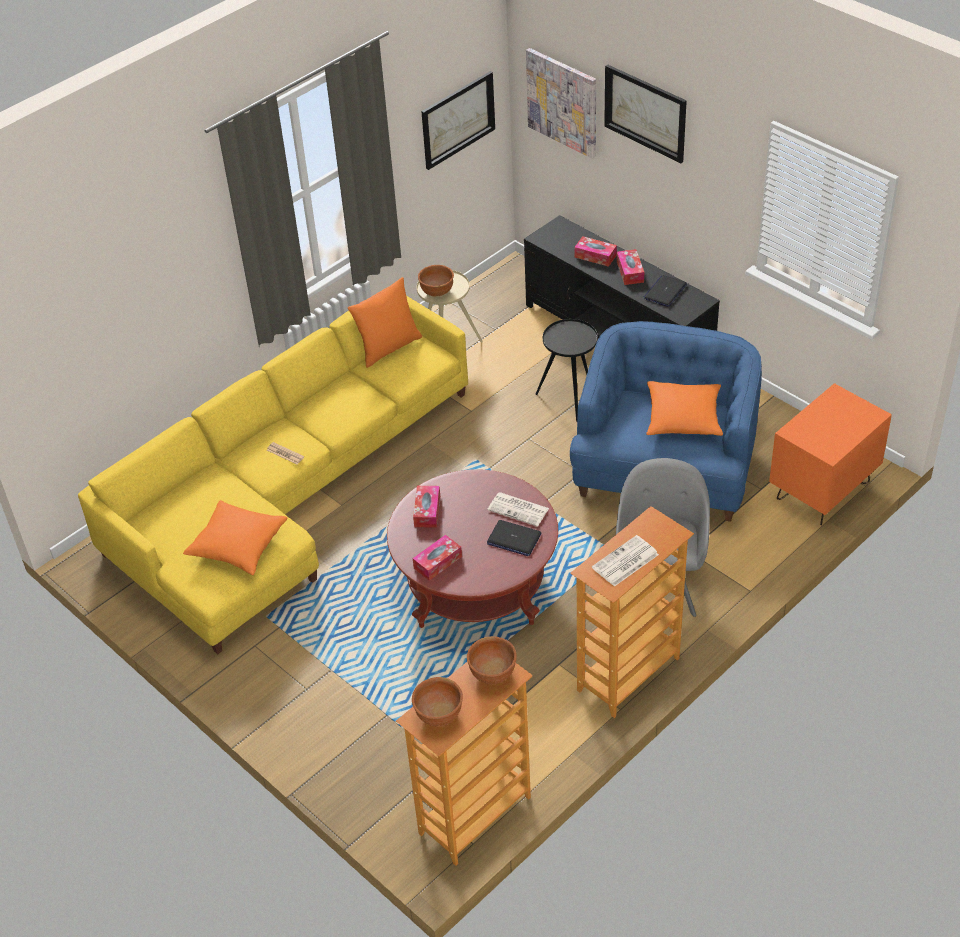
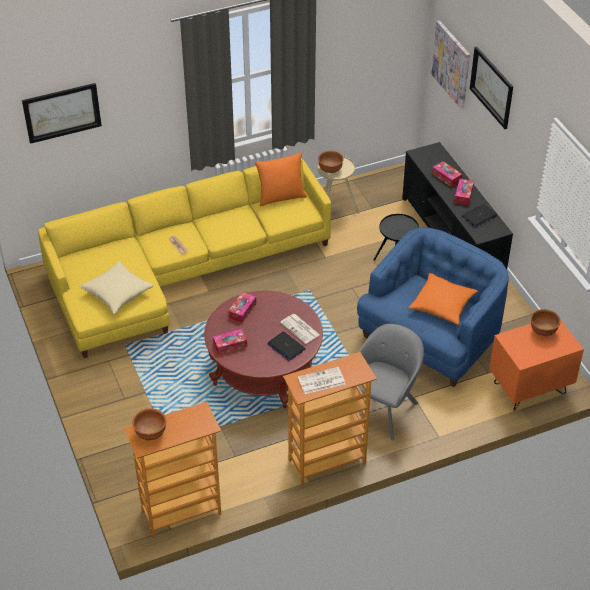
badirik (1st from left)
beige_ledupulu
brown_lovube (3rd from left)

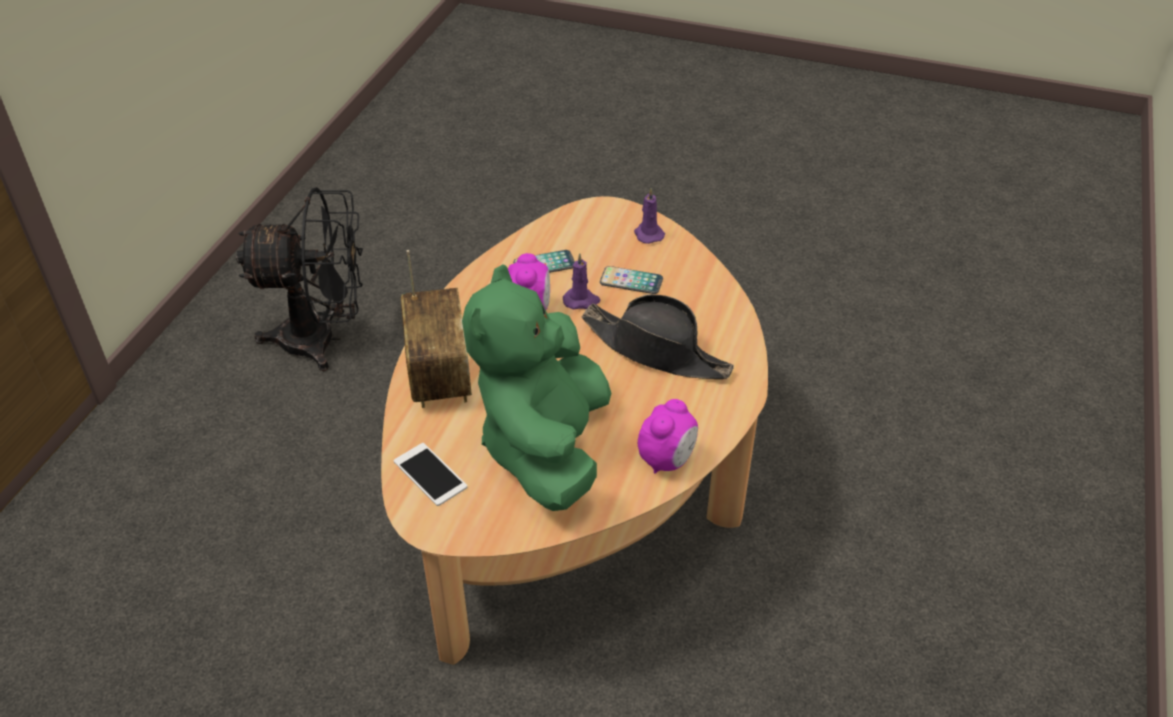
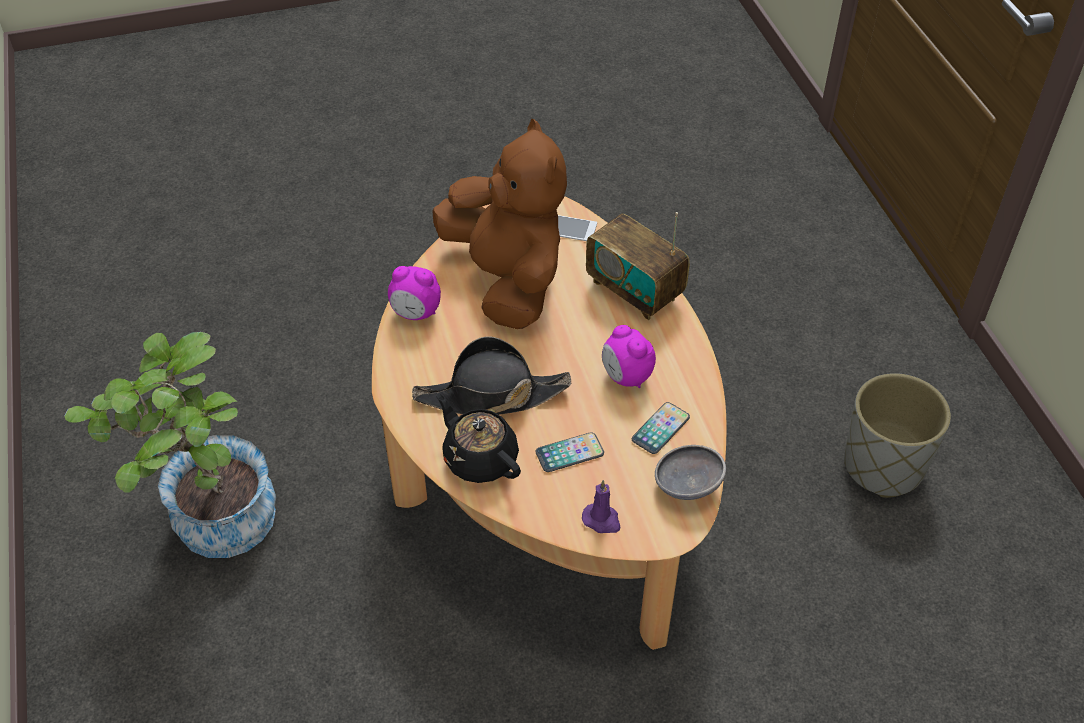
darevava
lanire (1st from left)
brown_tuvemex
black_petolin
grey_lovube
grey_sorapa
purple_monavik (1st from left in the first image)

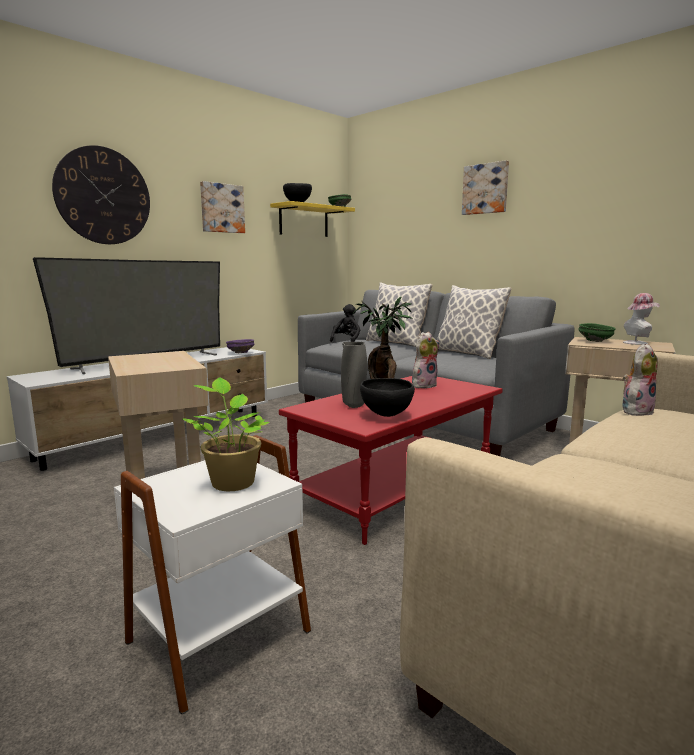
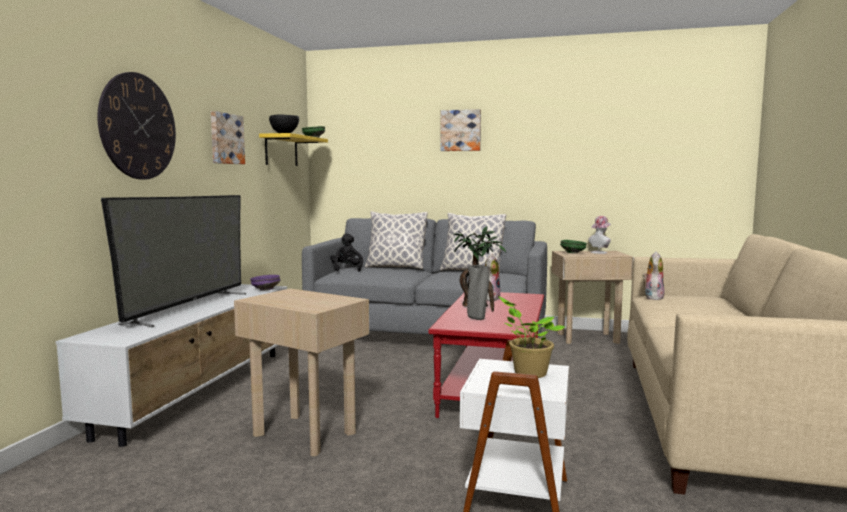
black_lovube (2nd from left in the first image)

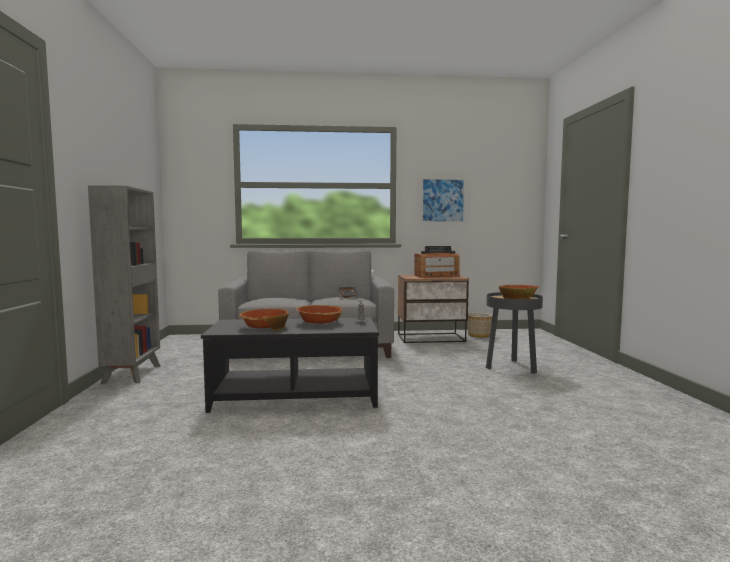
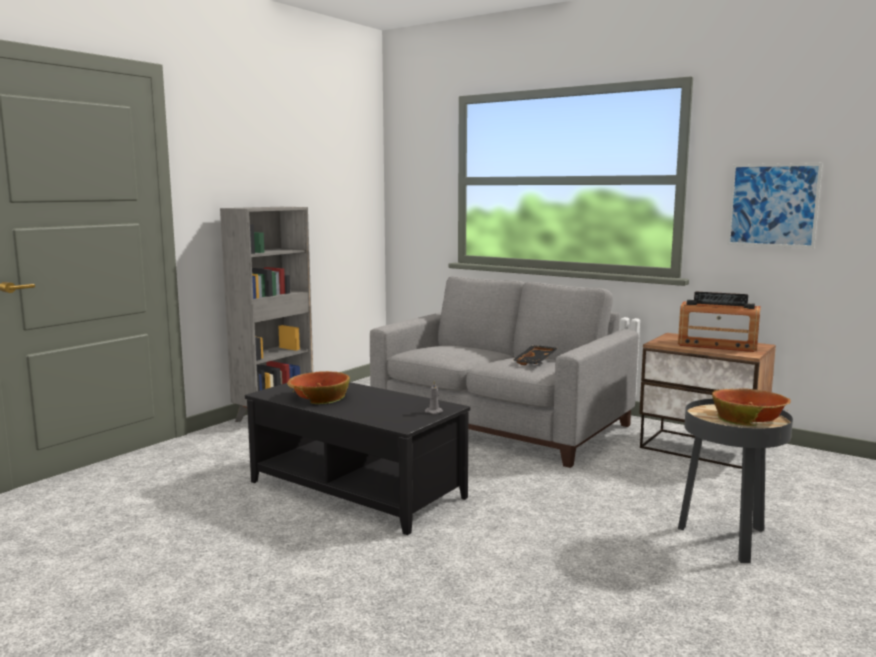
lovube (2nd from left in the first image)
sorapa

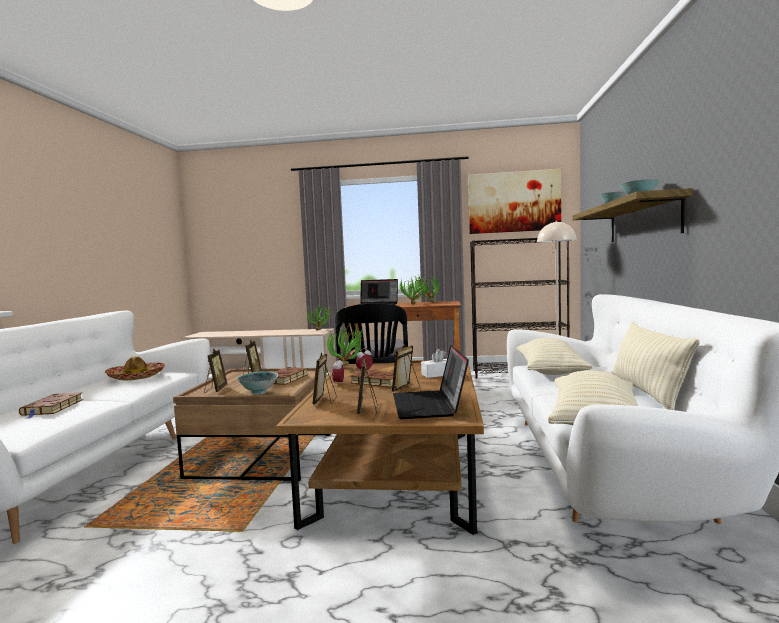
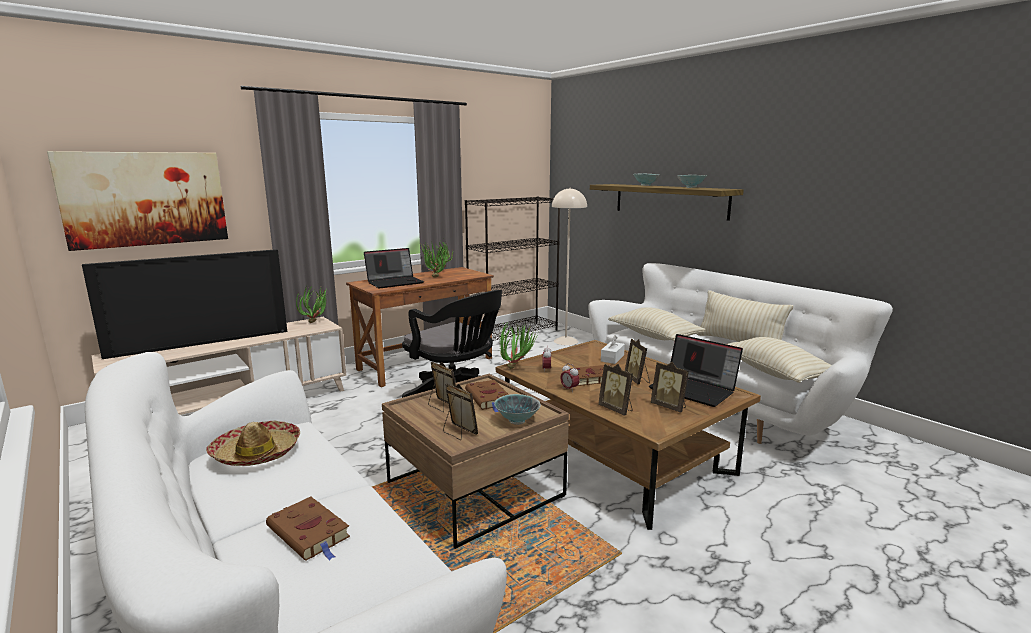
badirik
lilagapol

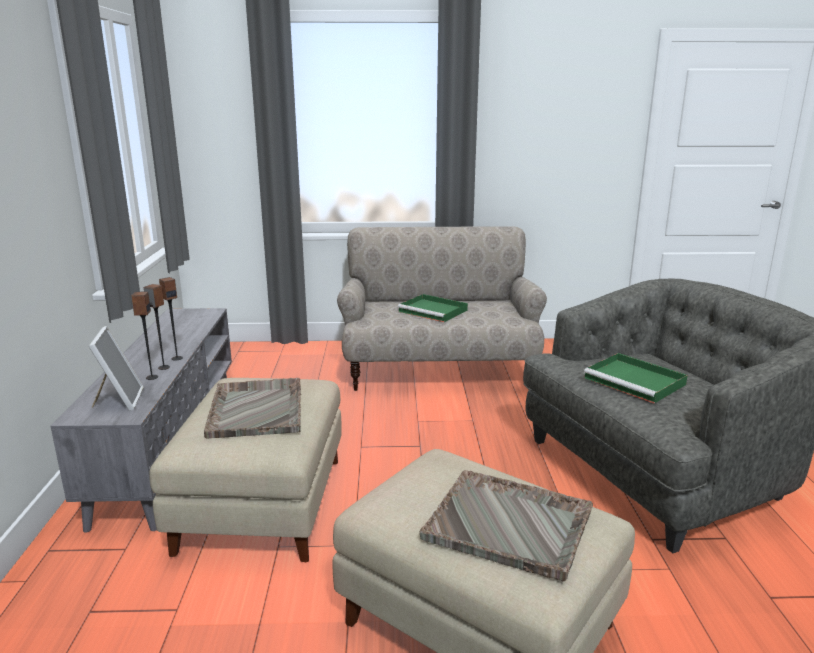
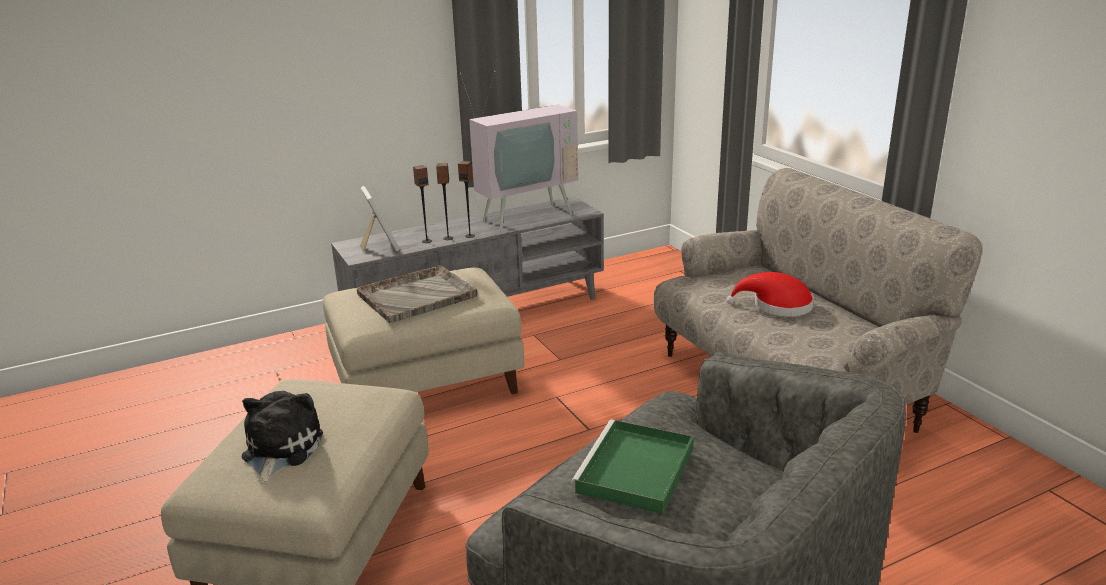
tuvemex
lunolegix
lilagapol
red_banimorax

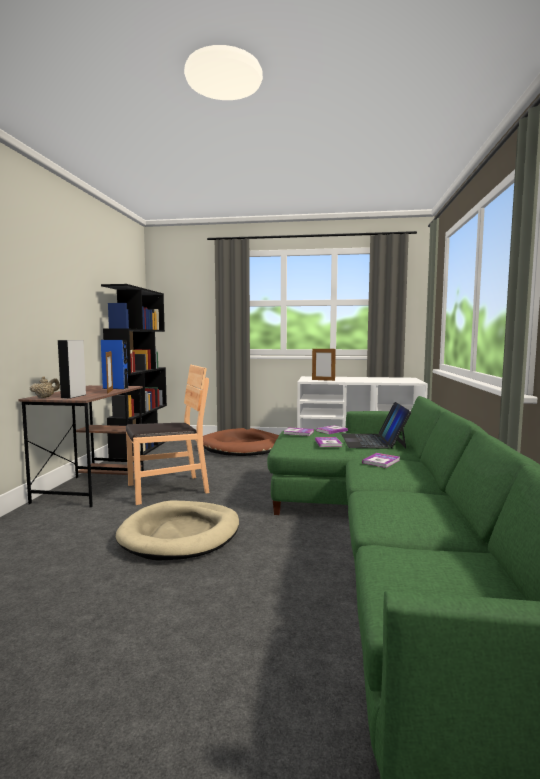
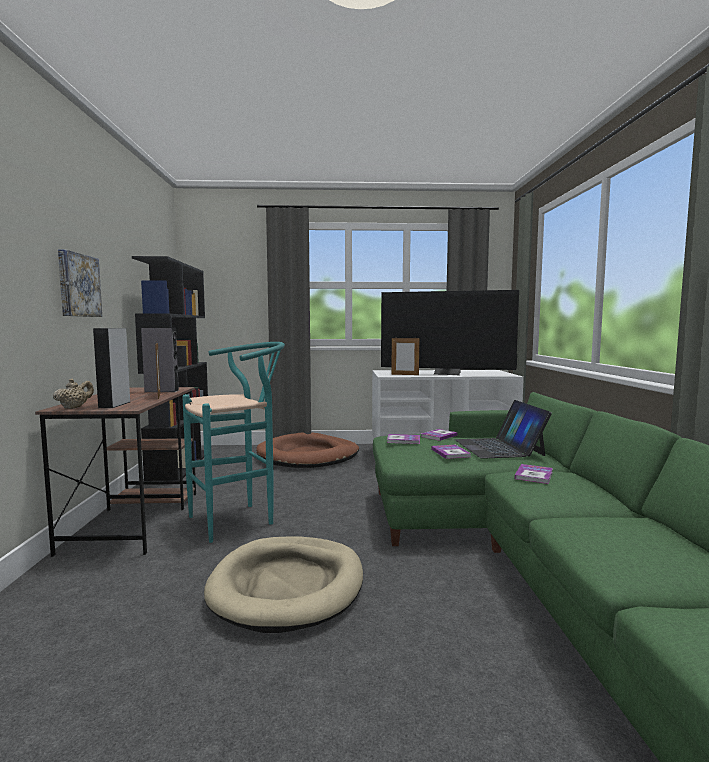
badirik
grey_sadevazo (2nd from left)
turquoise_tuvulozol
lilagapol

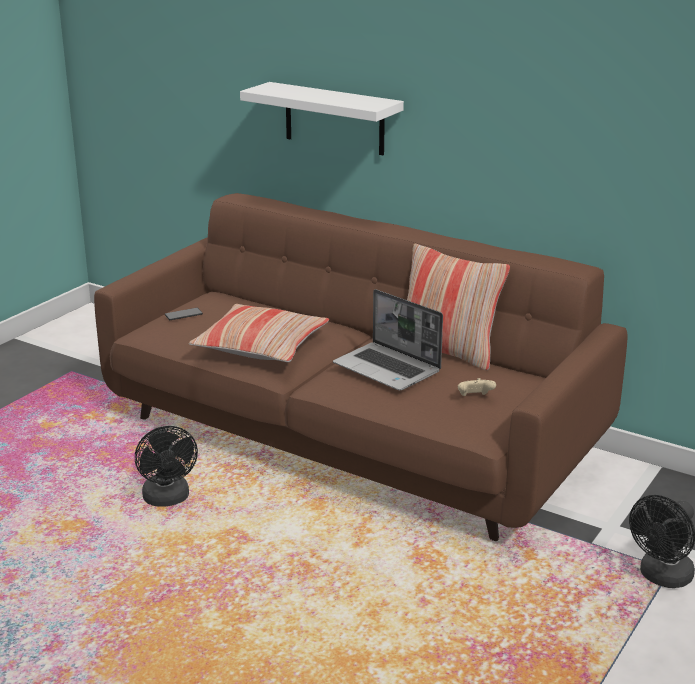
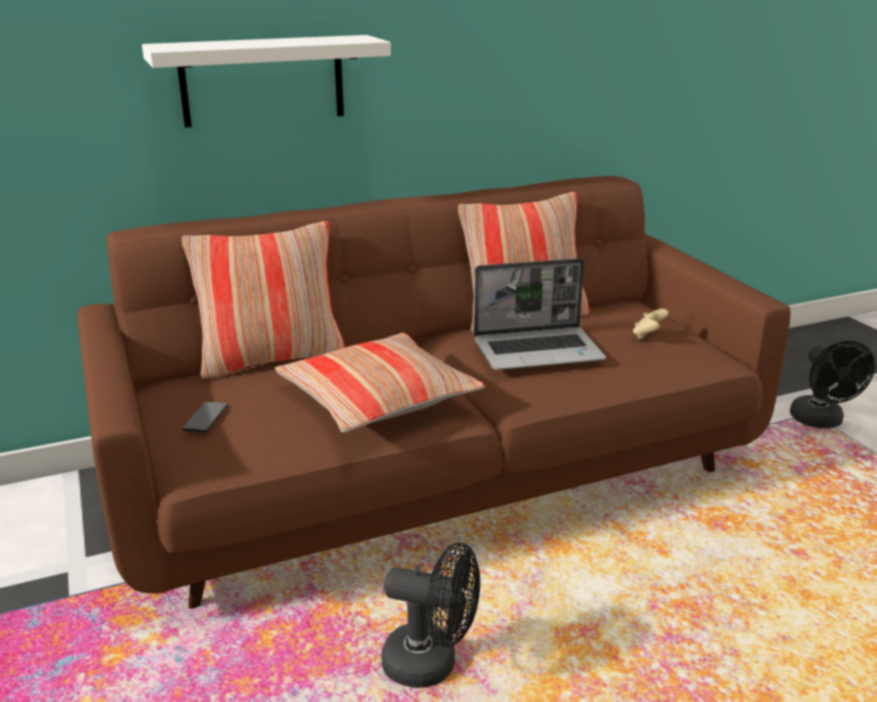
ledupulu (1st from left)

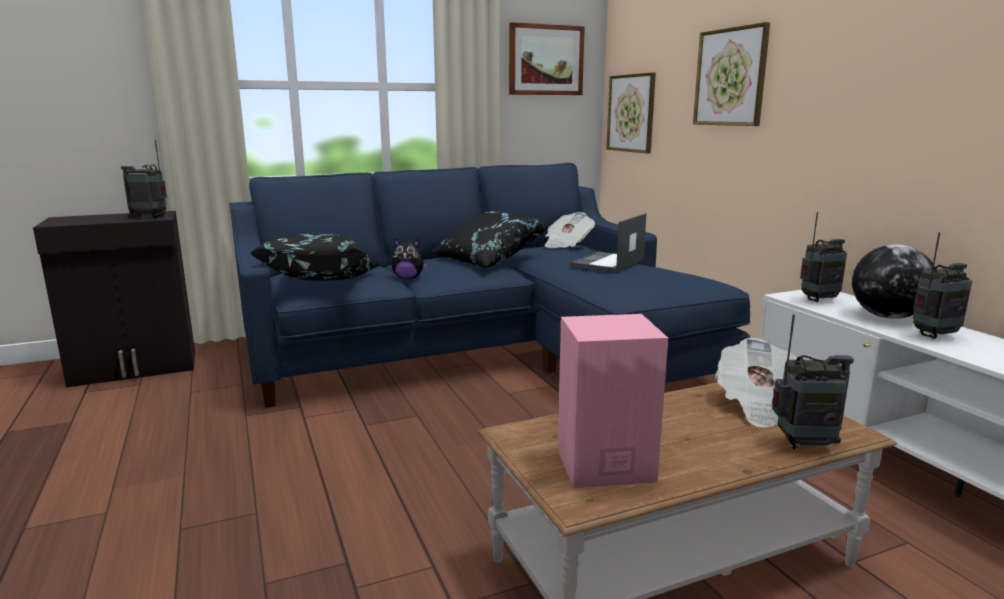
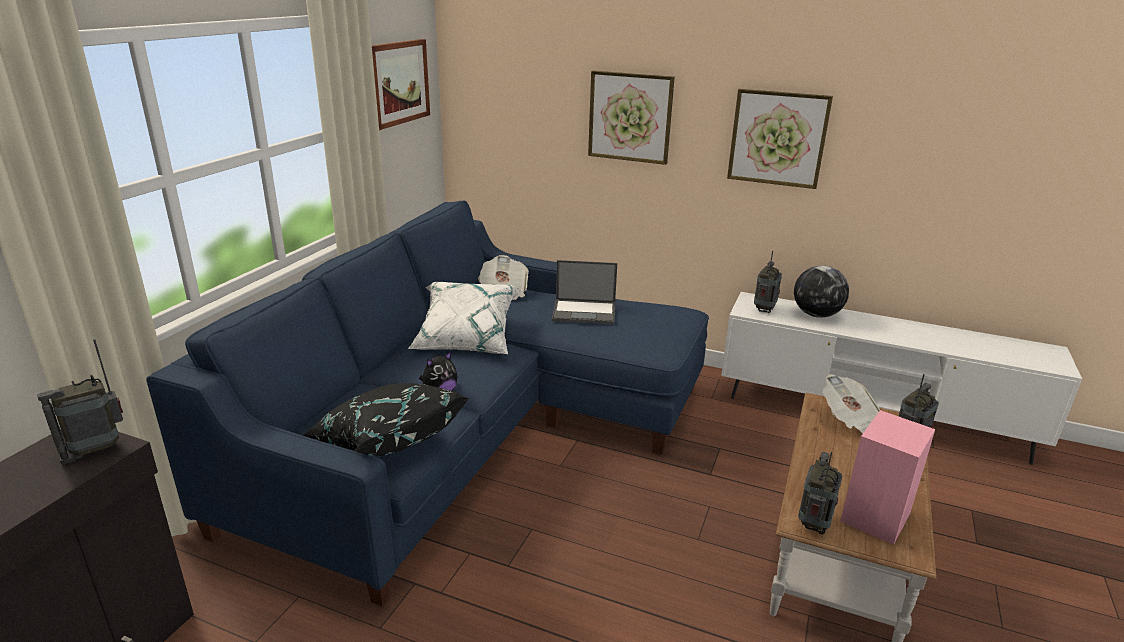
white_ledupulu
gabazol
badirik (3rd from left)
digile (3rd from left)

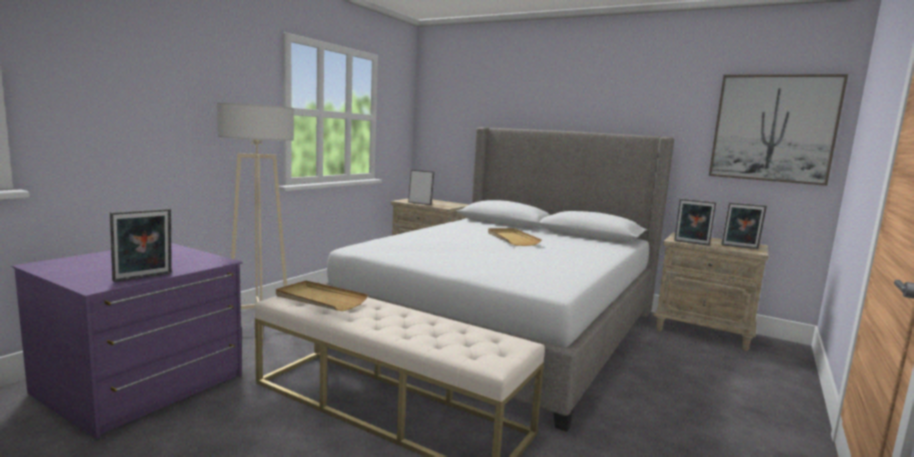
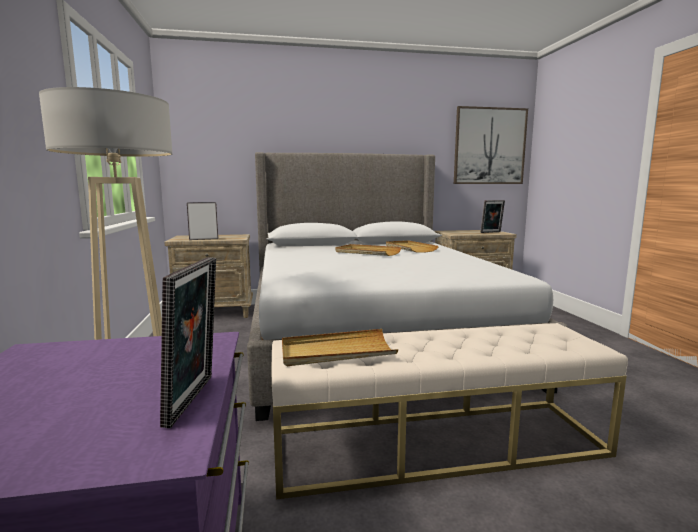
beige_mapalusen (3rd from left)
lunolegix (3rd from left in the first image)

